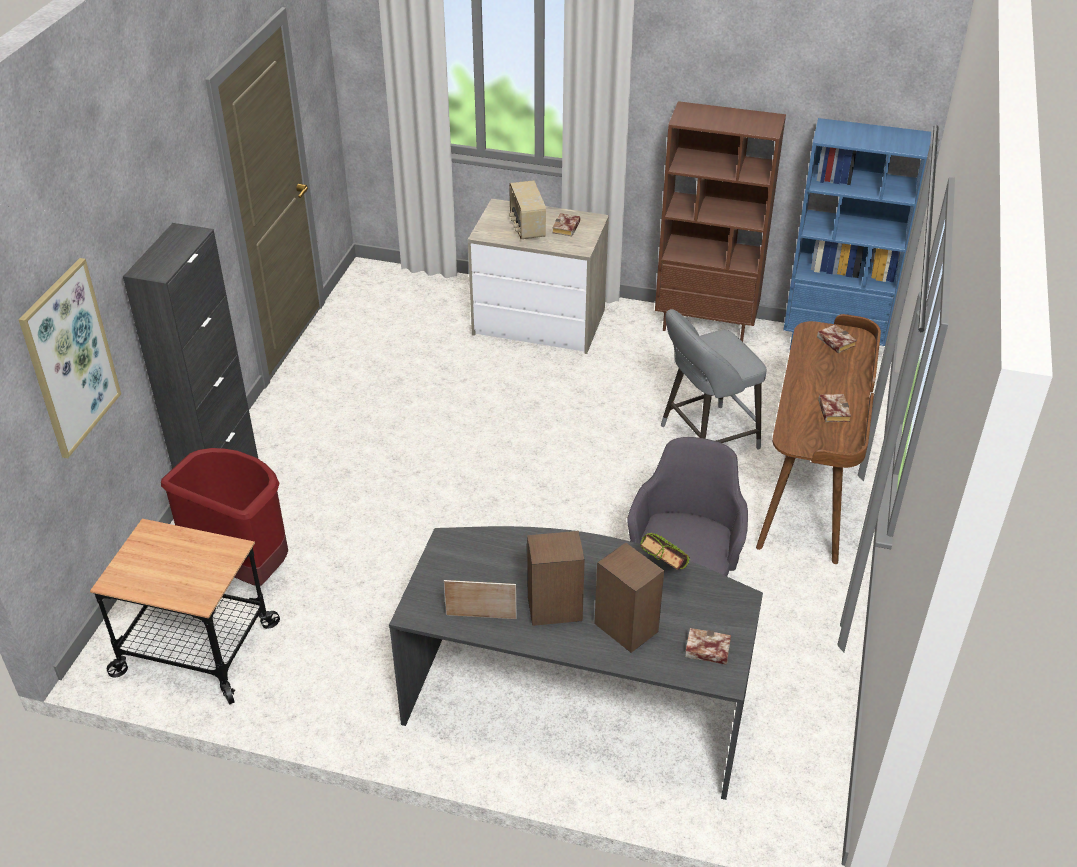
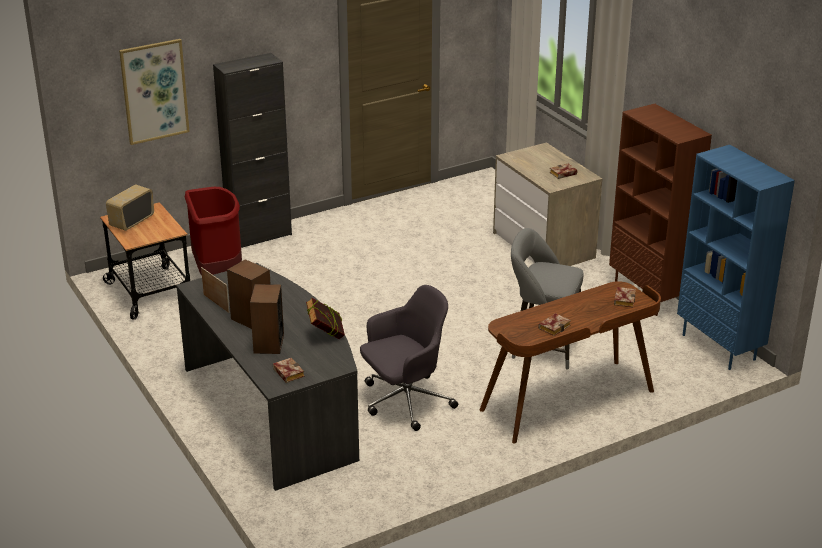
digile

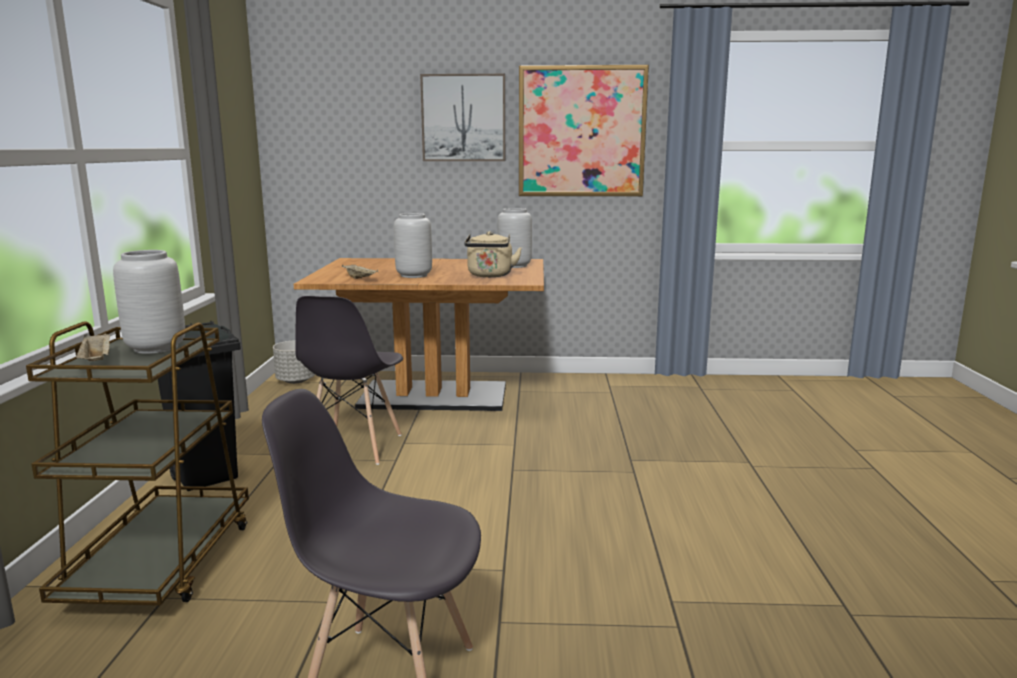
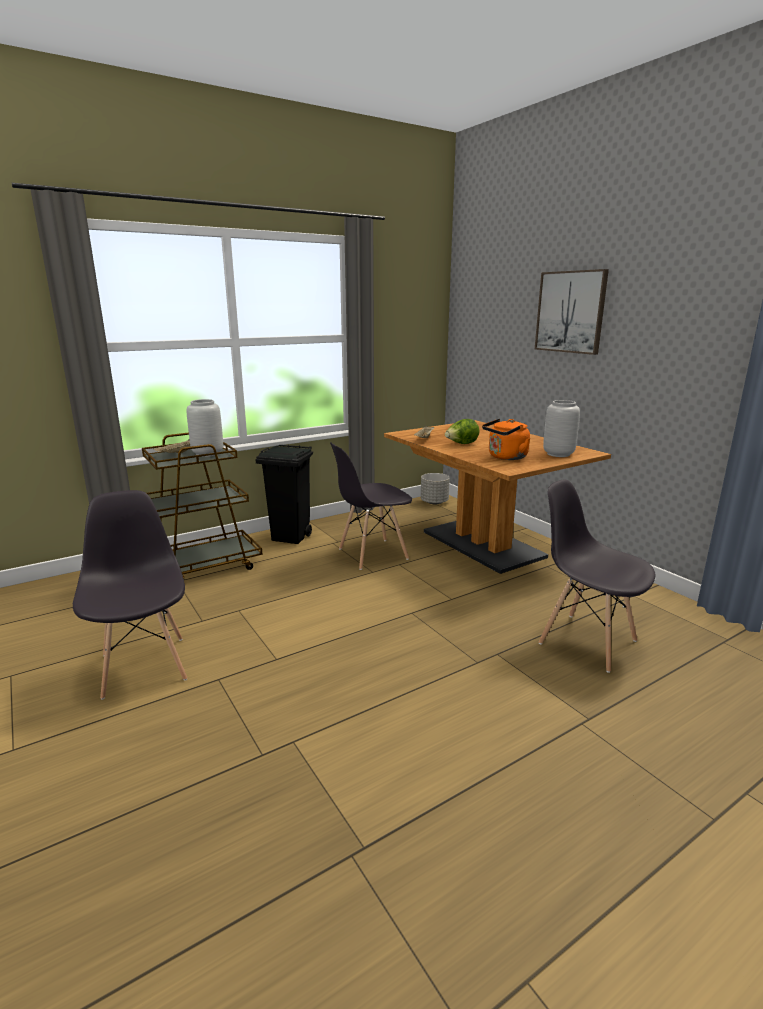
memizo
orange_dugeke
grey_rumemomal (3rd from left)
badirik (2nd from left in the first image)

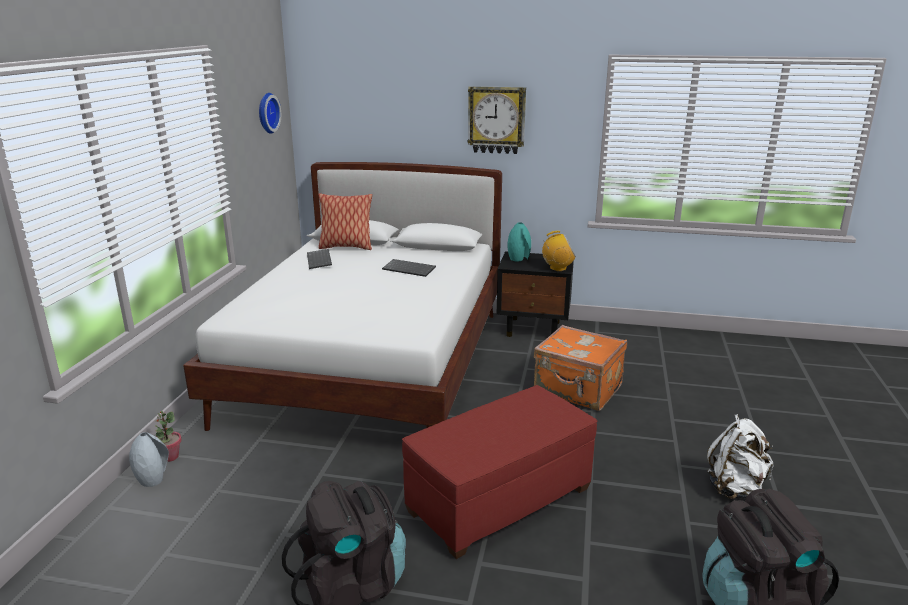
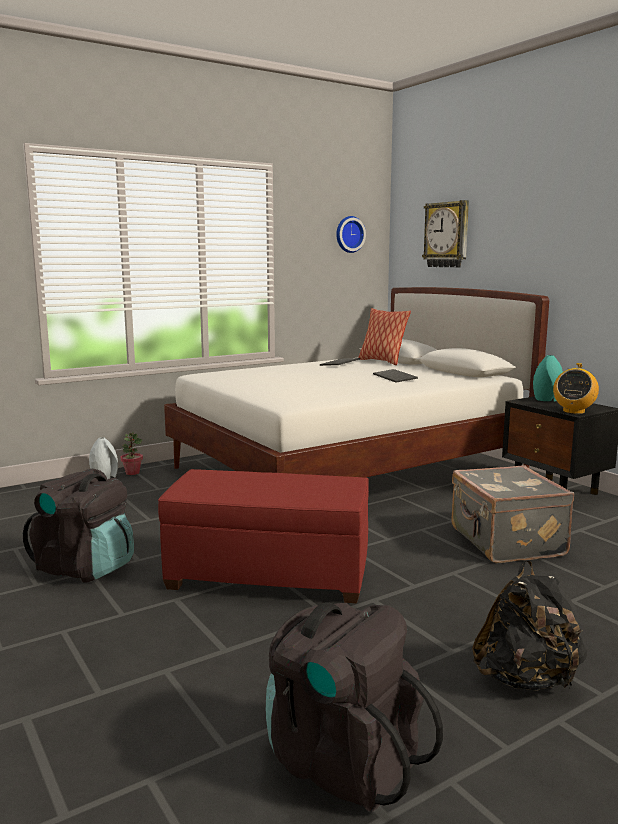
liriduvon (2nd from left)
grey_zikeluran
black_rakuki (3rd from left)
digile

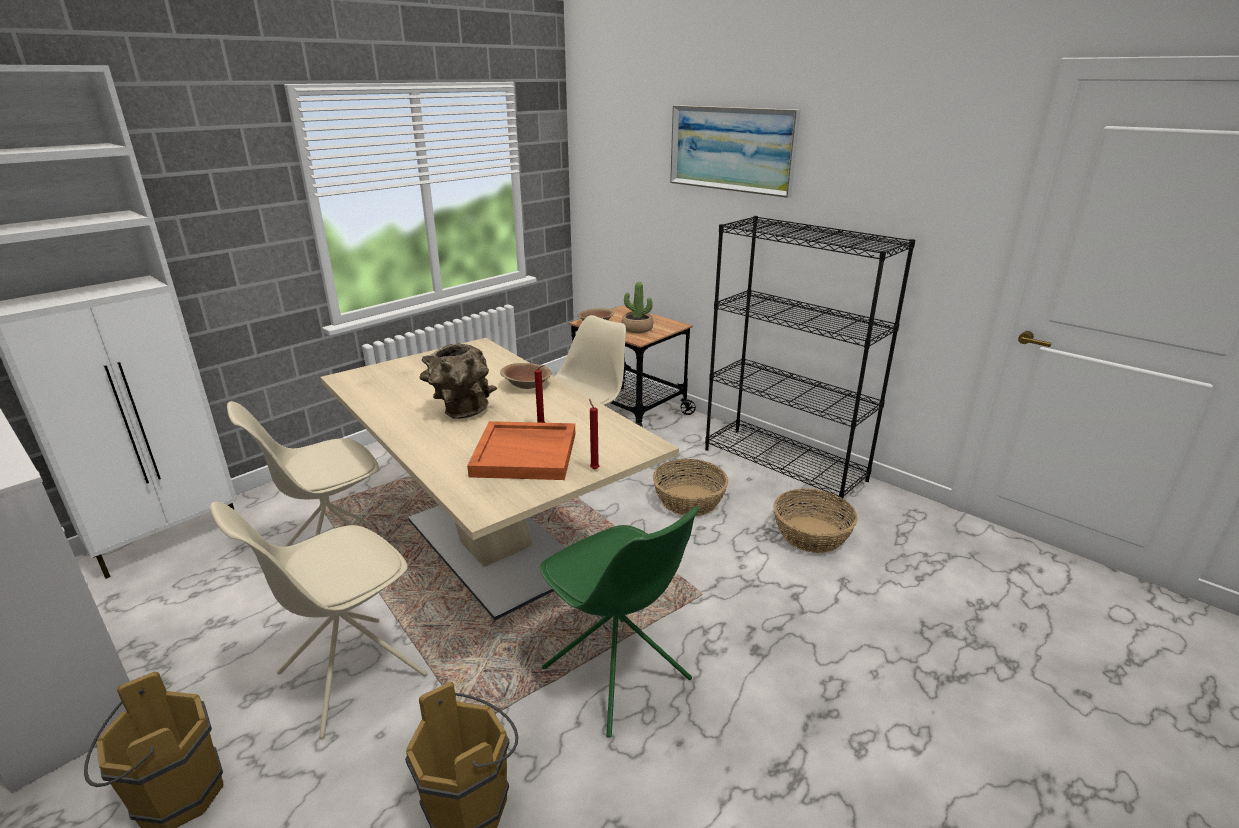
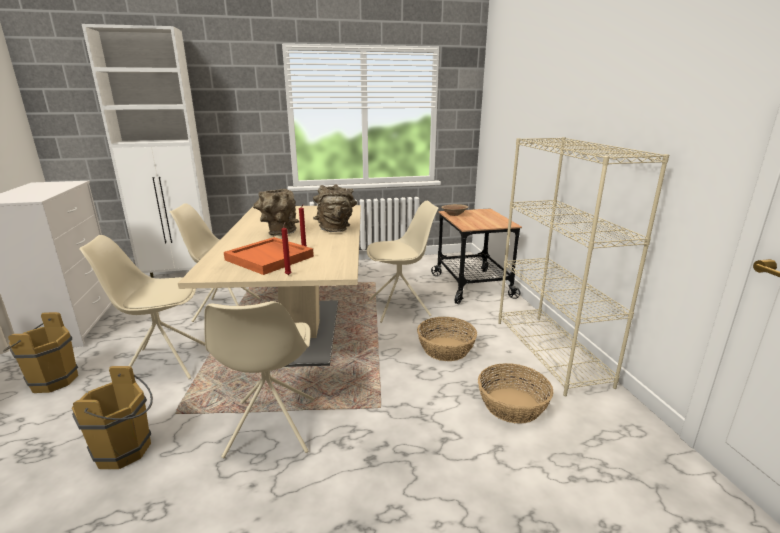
beige_rumemomal (3rd from left)
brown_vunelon (2nd from left)
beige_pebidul
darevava
badirik

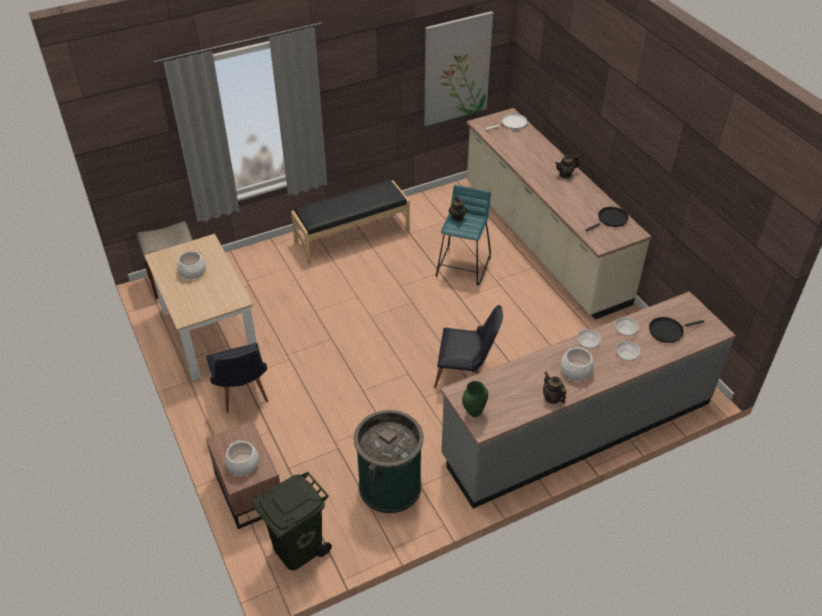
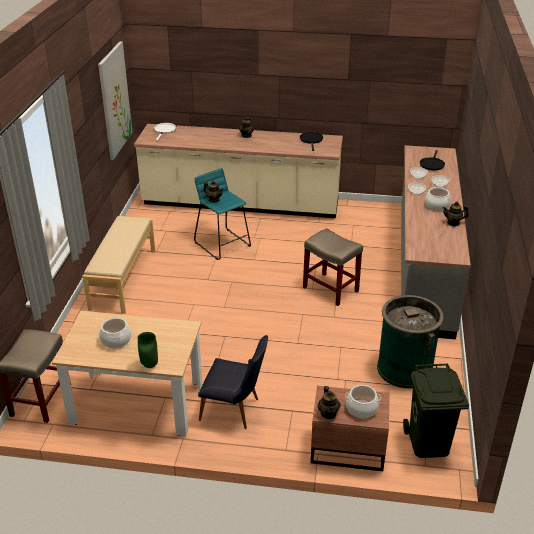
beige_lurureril
green_vunelon
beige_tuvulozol (2nd from left)
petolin (3rd from left)

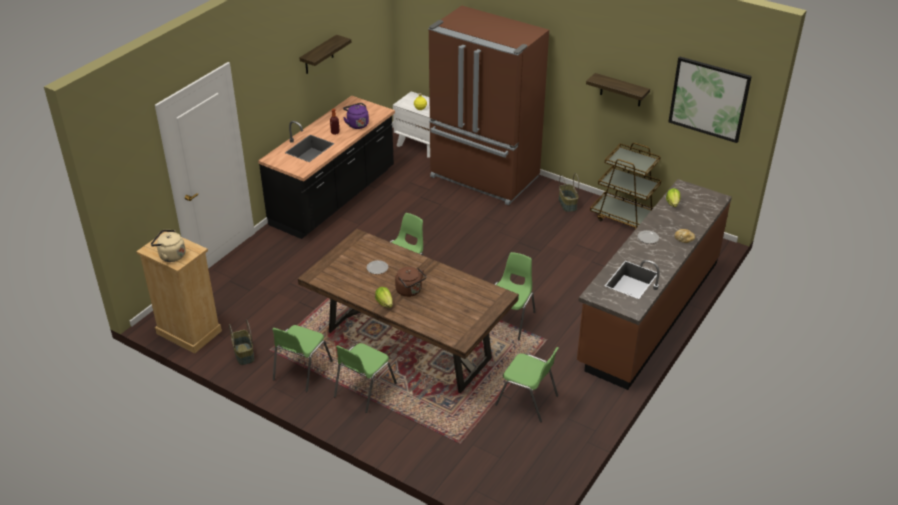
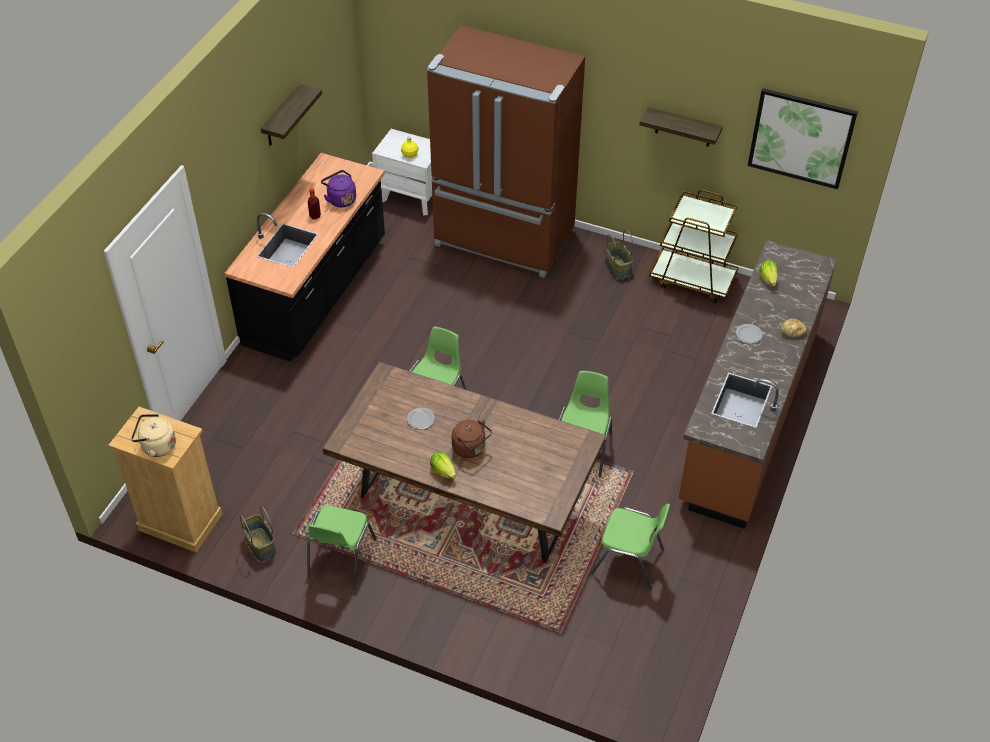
green_rumemomal (2nd from left in the first image)

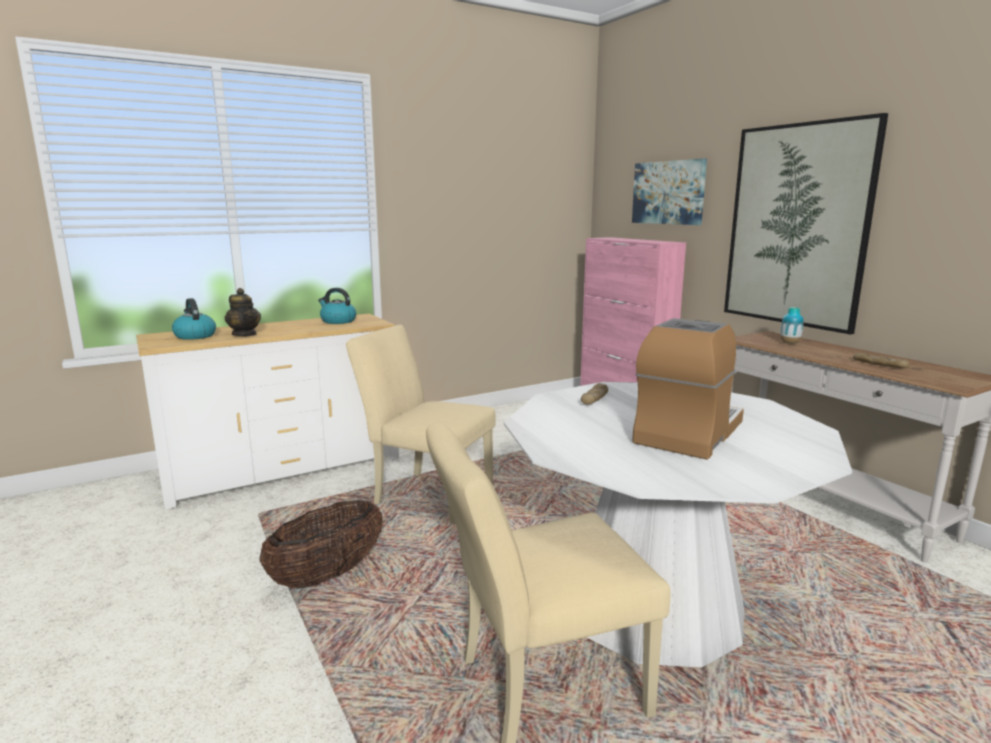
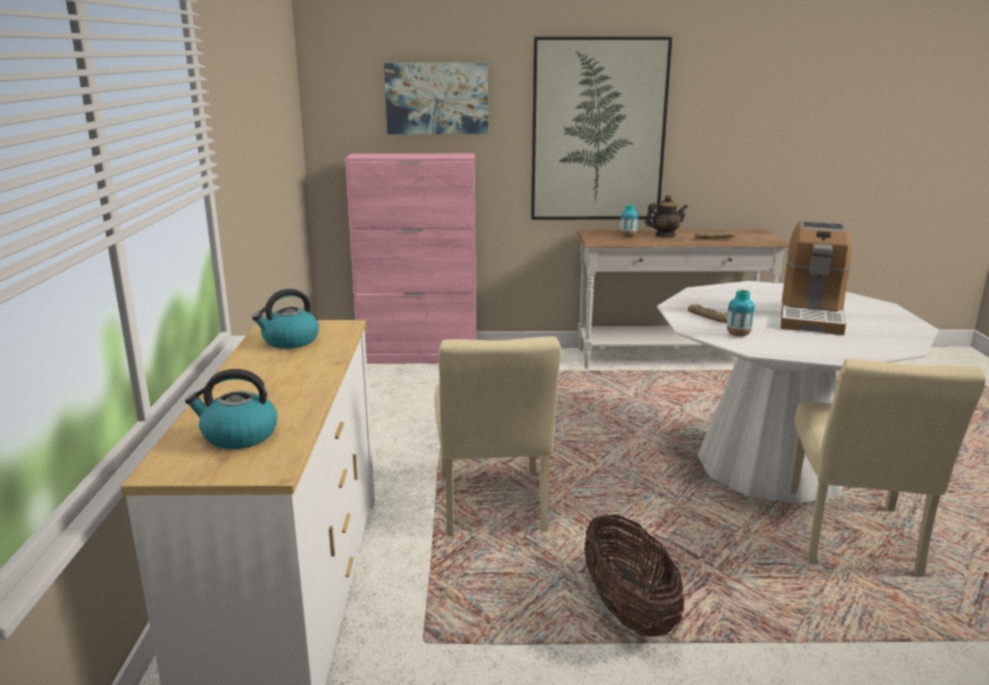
beige_rumemomal (1st from left)
petolin
vunelon (2nd from left)
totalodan

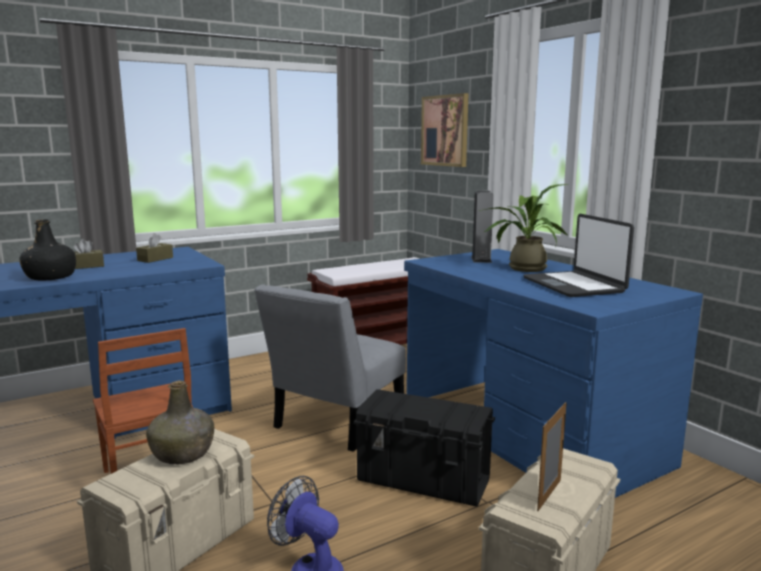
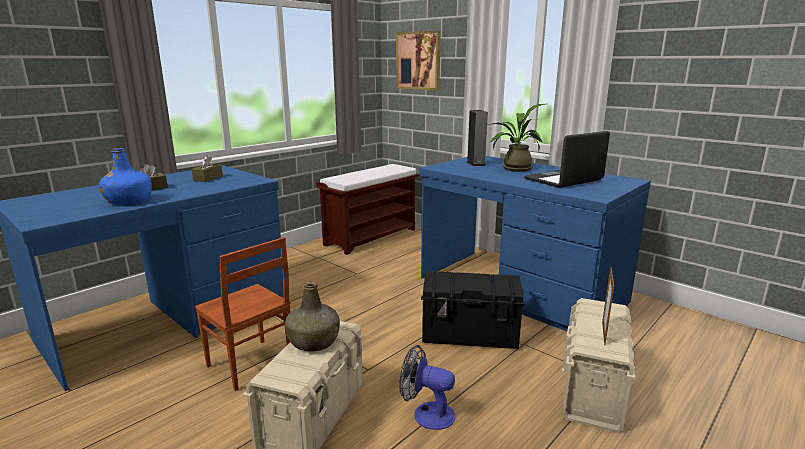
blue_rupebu
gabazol
grey_rumemomal

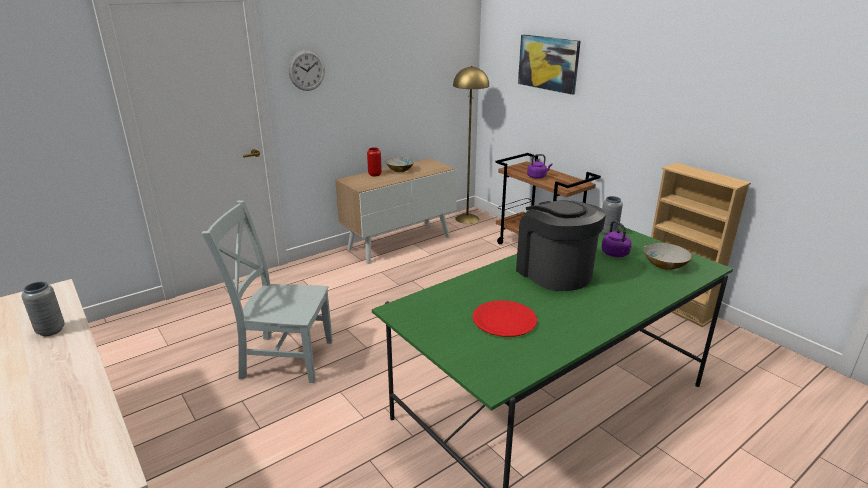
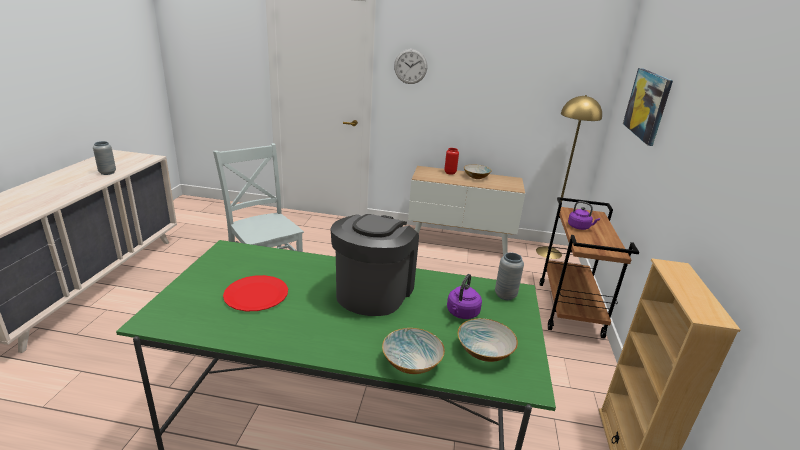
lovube (1st from left)

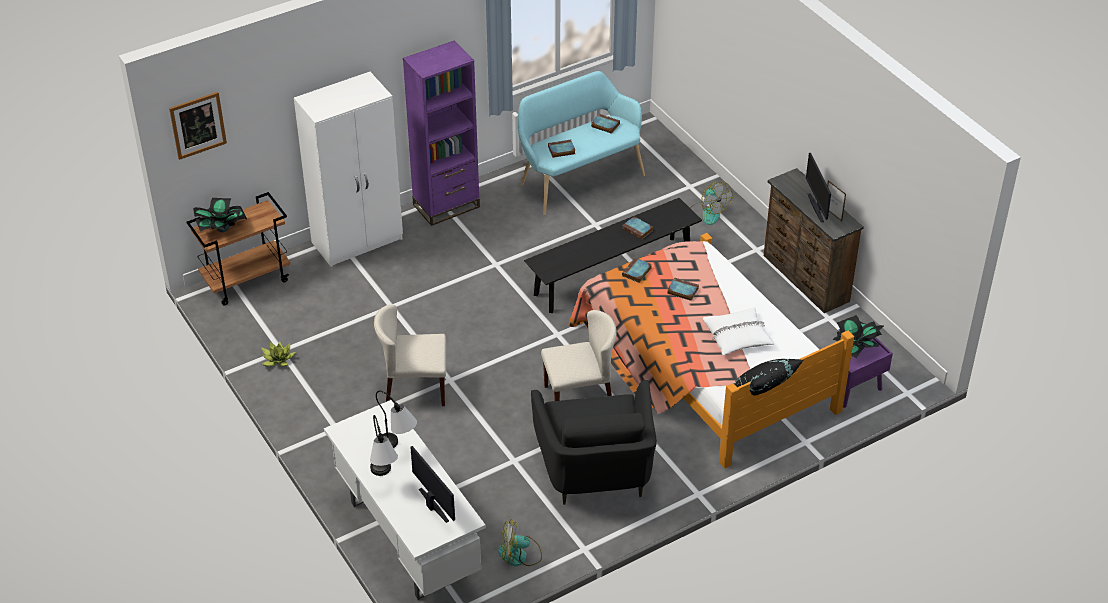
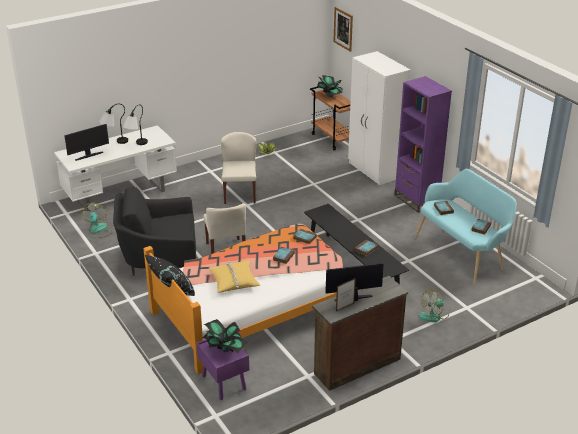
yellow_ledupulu

